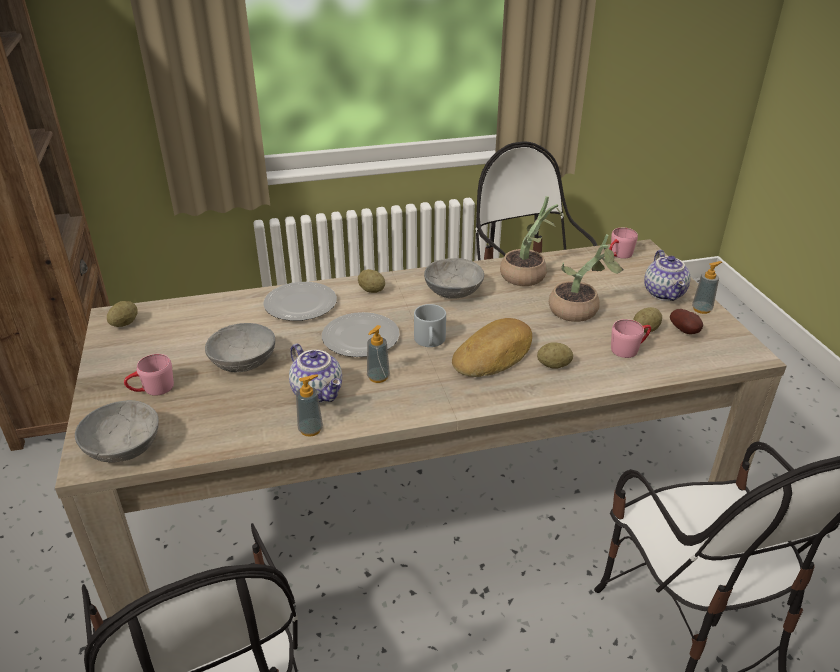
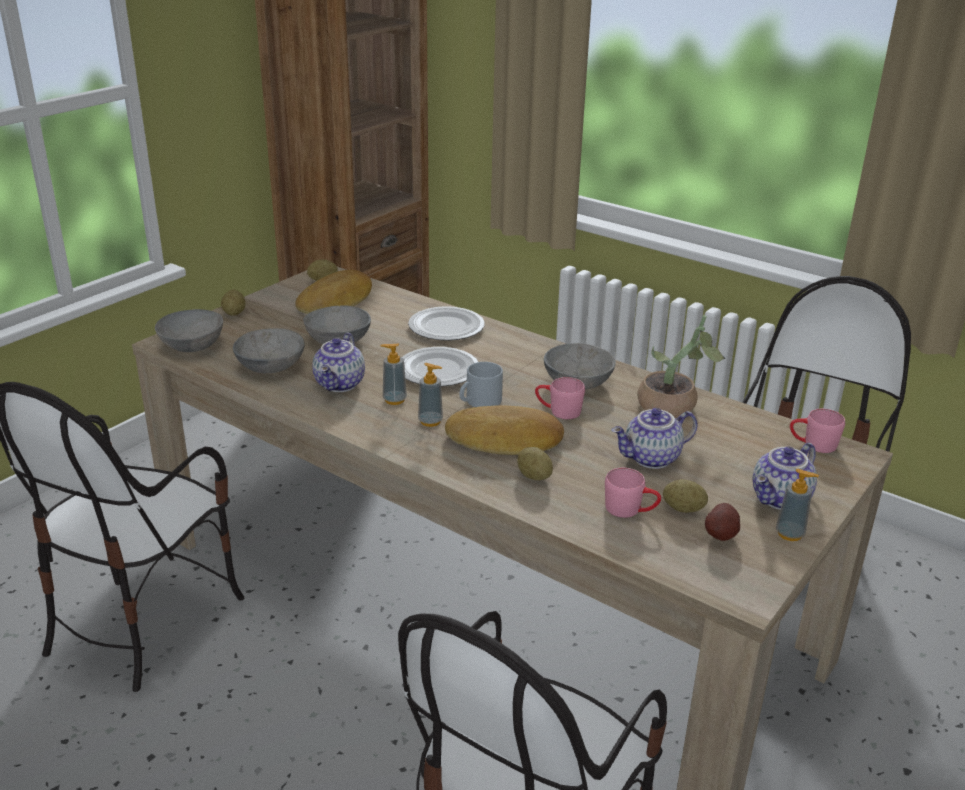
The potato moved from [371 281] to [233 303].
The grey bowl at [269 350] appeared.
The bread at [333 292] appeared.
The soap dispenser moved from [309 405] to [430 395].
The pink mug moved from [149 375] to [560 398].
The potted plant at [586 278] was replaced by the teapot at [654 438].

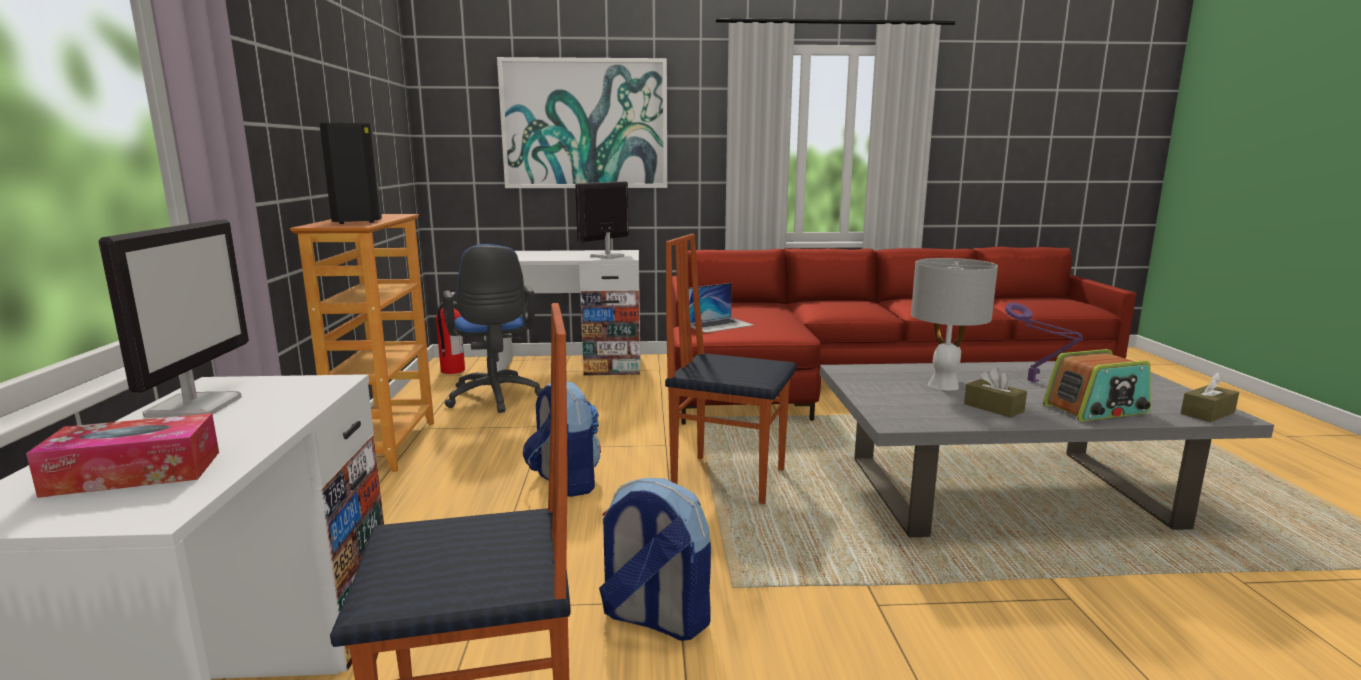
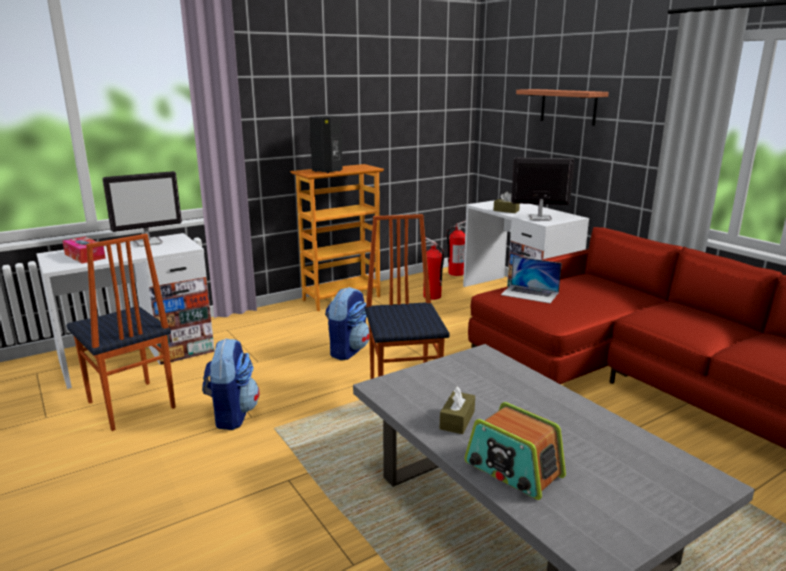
The blue office chair at [493 328] was replaced by the fire extinguisher at [433 269].
The brown tissue box moved from [1210 397] to [506 202].
The picture at [582 122] was replaced by the shelf at [562 107].
The grey table lamp at [954 324] disappeared.
The purple table lamp at [1044 342] disappeared.

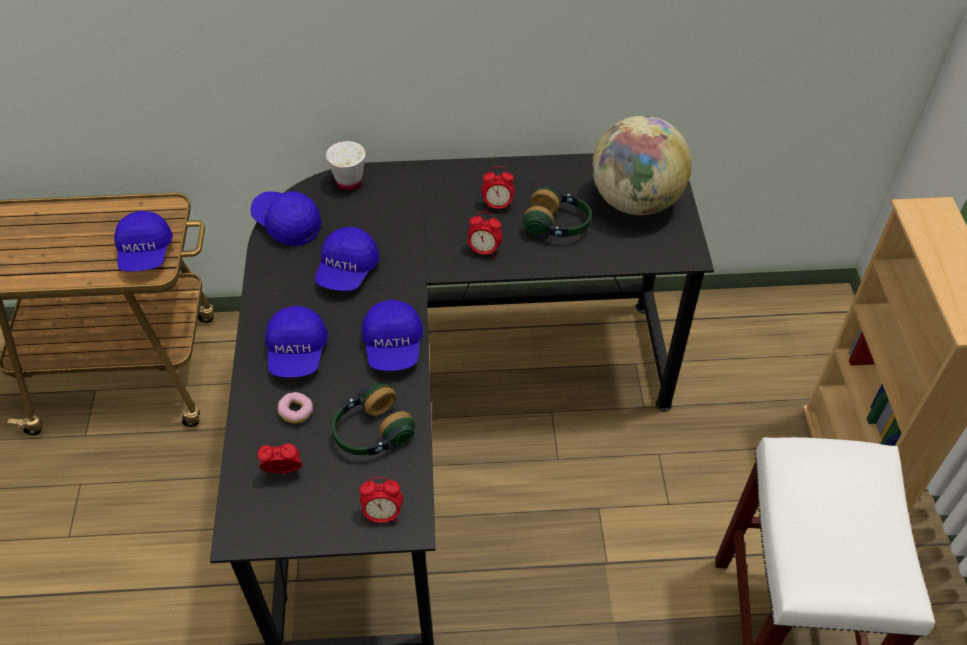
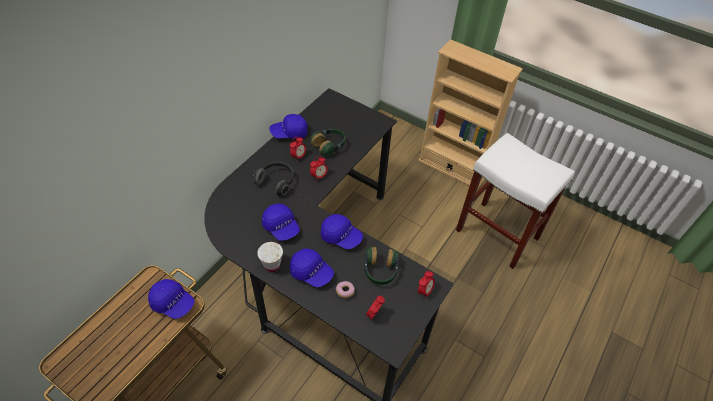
The headphones at [273 178] appeared.
The white cup moved from [346 165] to [270 257].
The blue cap moved from [285 218] to [288 126].
The globe at [642 165] disappeared.

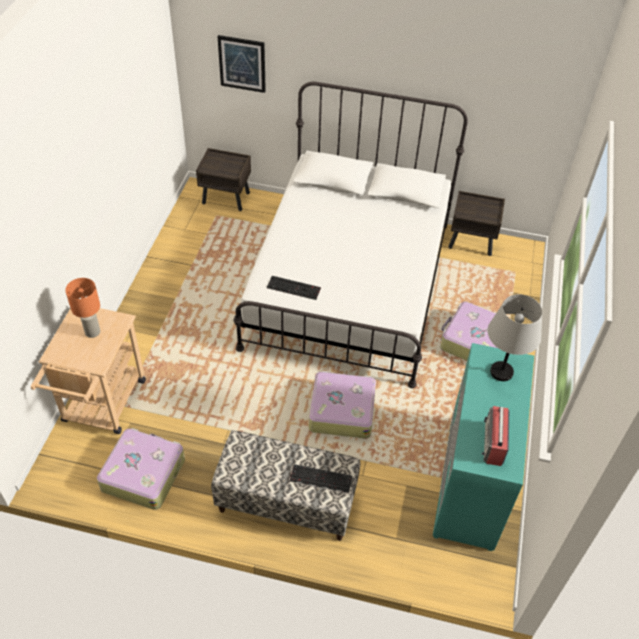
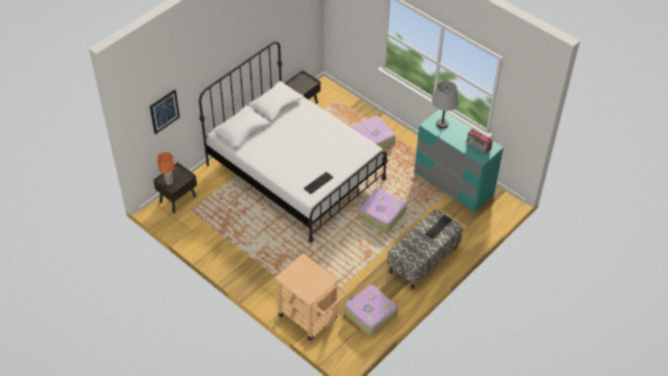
The orange table lamp moved from [82 308] to [165 168].

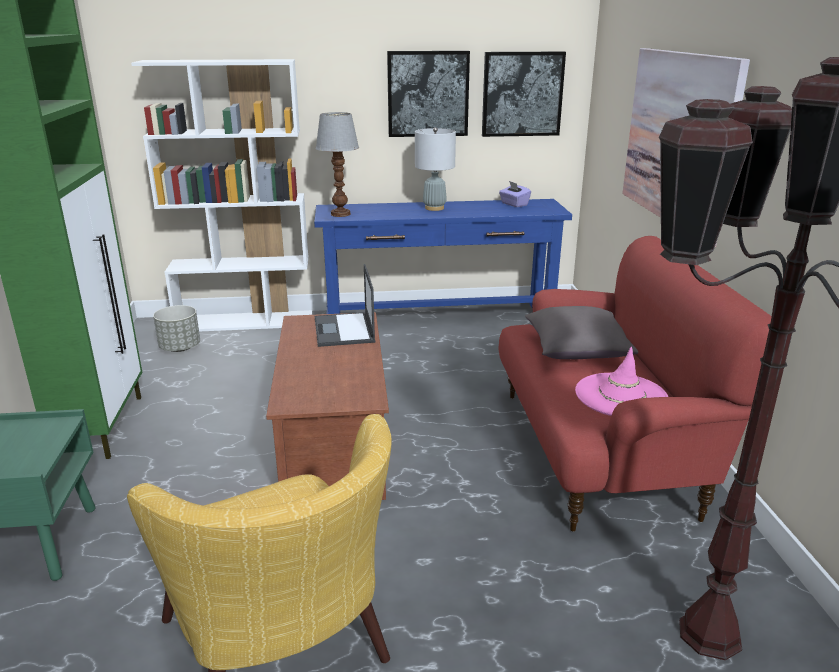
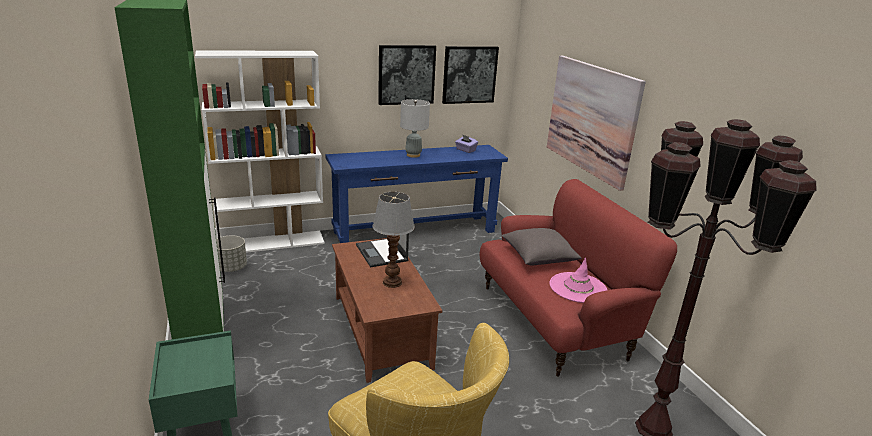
The table lamp moved from [337 164] to [393 240].

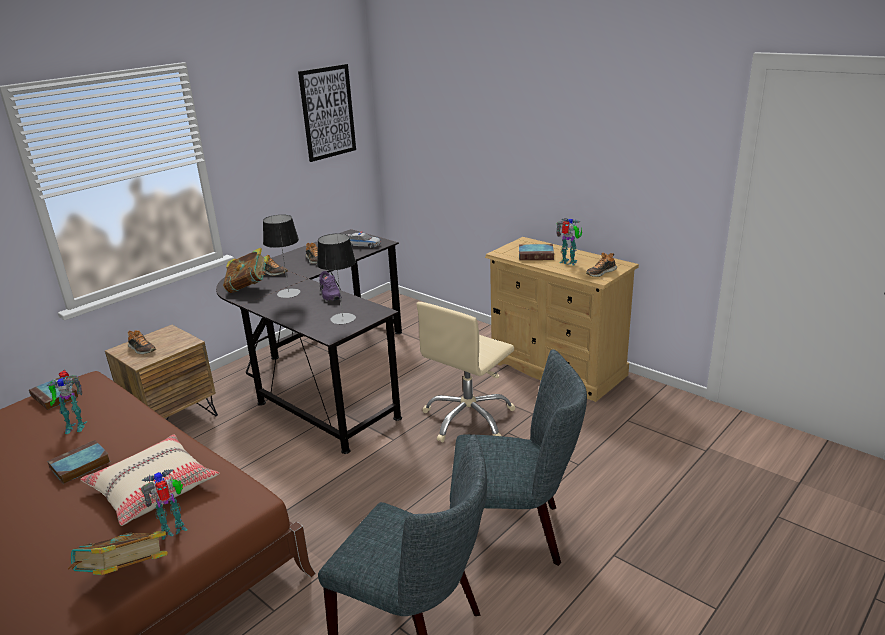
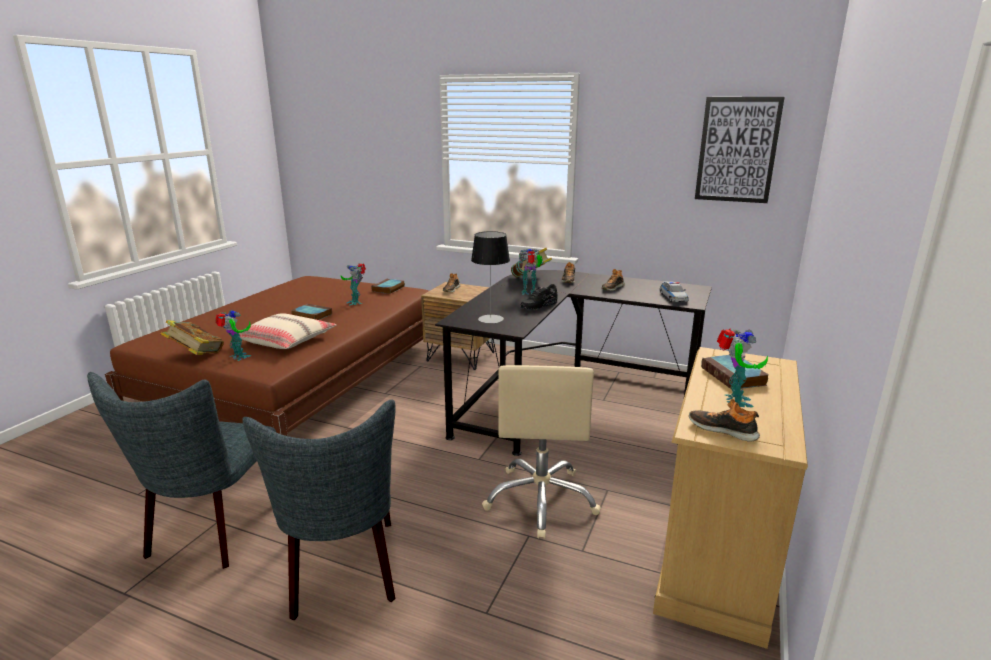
The beige office chair at [466 372] turned 105 degrees counterclockwise.
The table lamp at [282 256] was replaced by the toy robot at [531 272].
The purple shoe at [330 286] became the black shoe at [539 297].

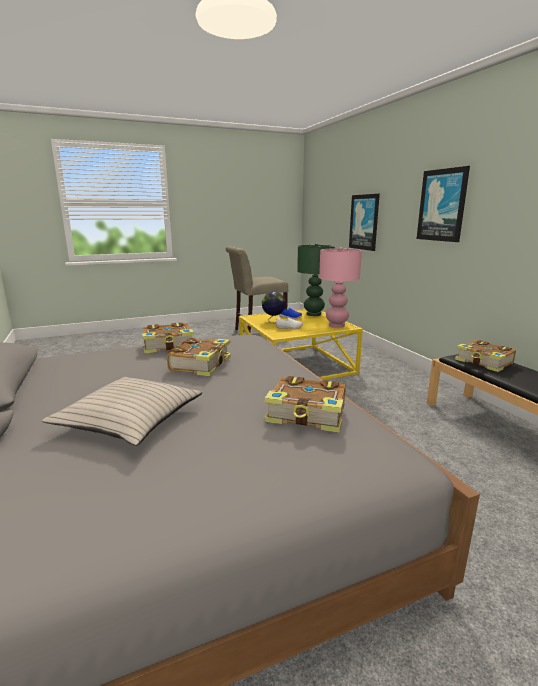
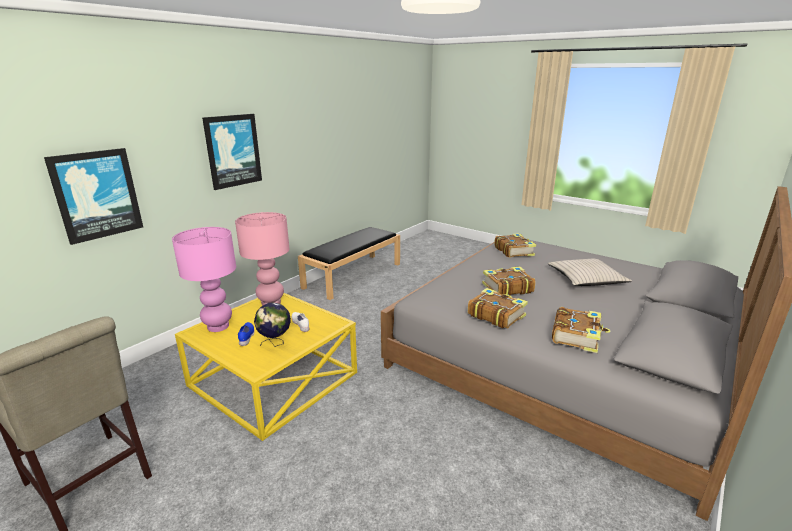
The green table lamp at [316 279] became the pink table lamp at [204 279].
The book moved from [485 356] to [581 330].

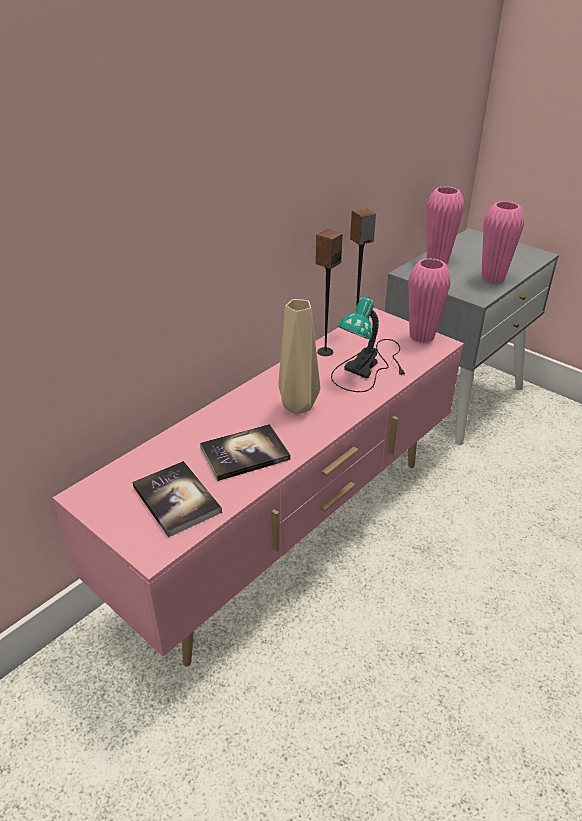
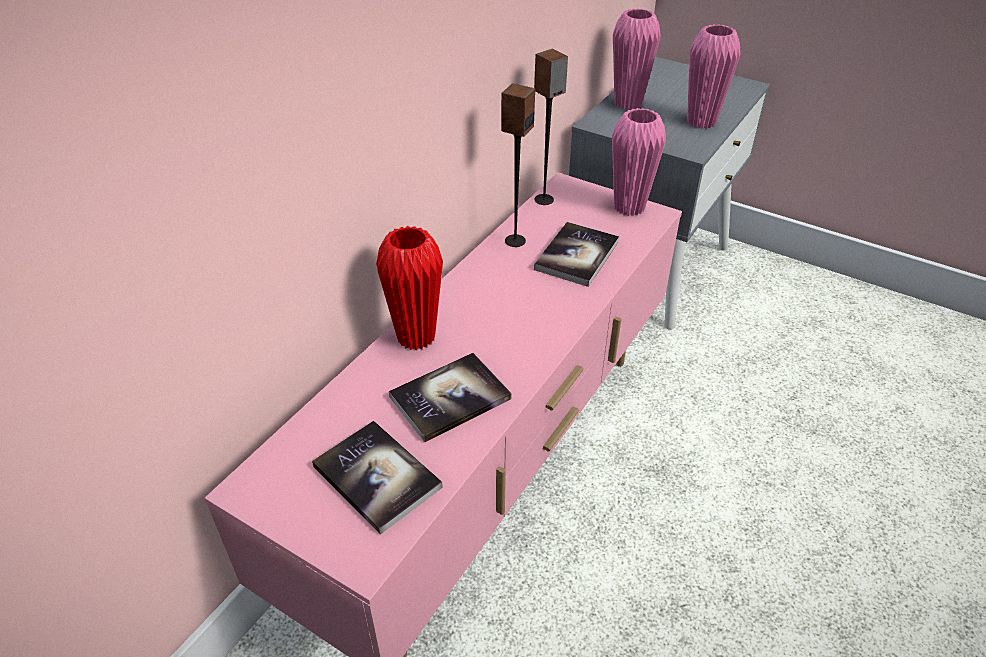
The red vase at [409 288] appeared.
The table lamp at [368 344] was replaced by the book at [576 254].
The beige vase at [299 356] disappeared.

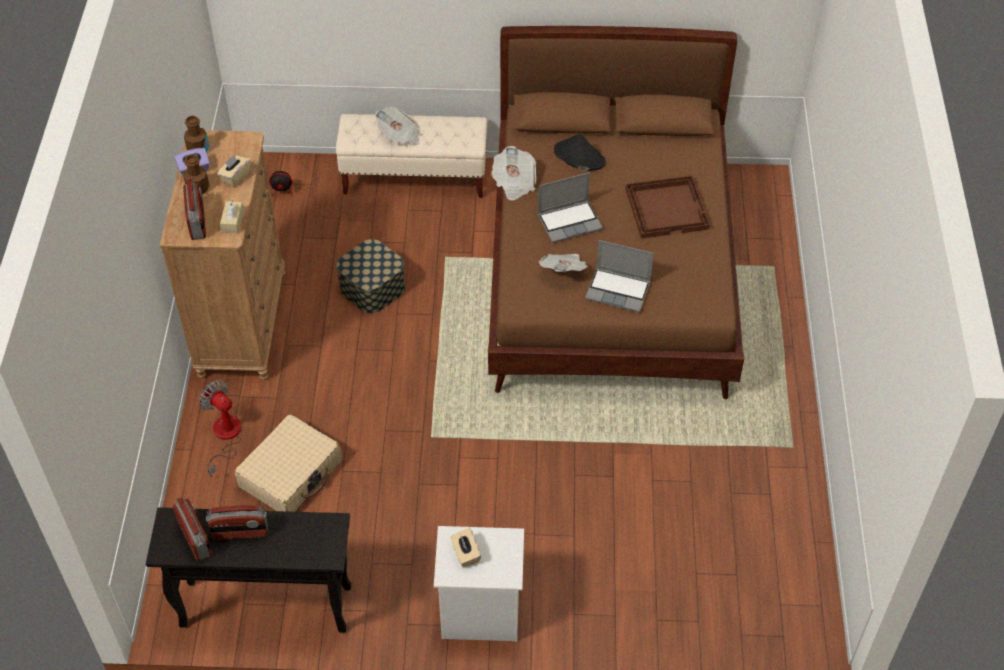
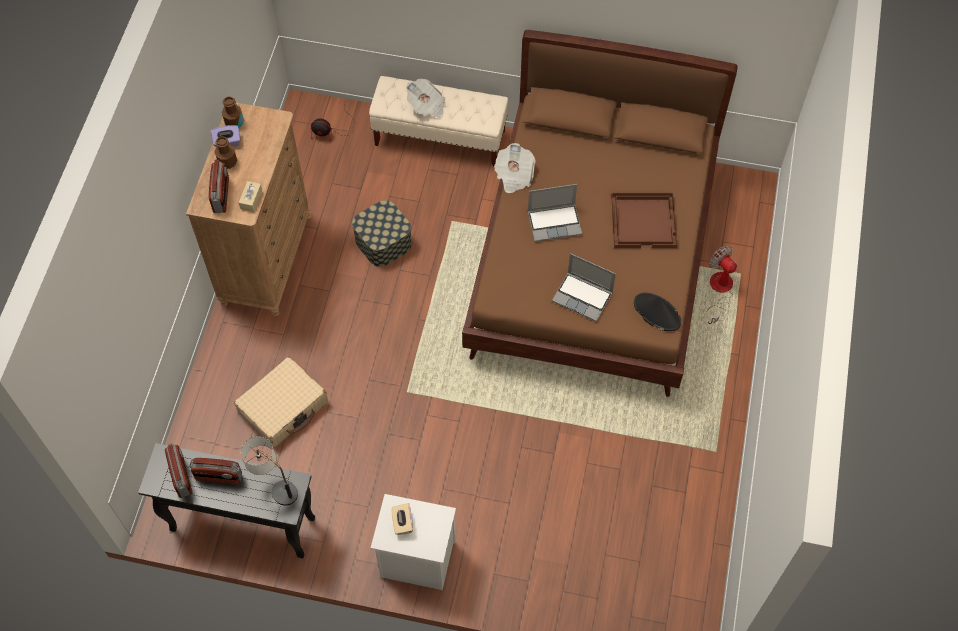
The table lamp at [269 471] appeared.
The black hat moved from [580 152] to [657 312].
The fan moved from [220 428] to [721 285].
The beige tissue box at [234 171] disappeared.
The newspaper at [563 263] disappeared.

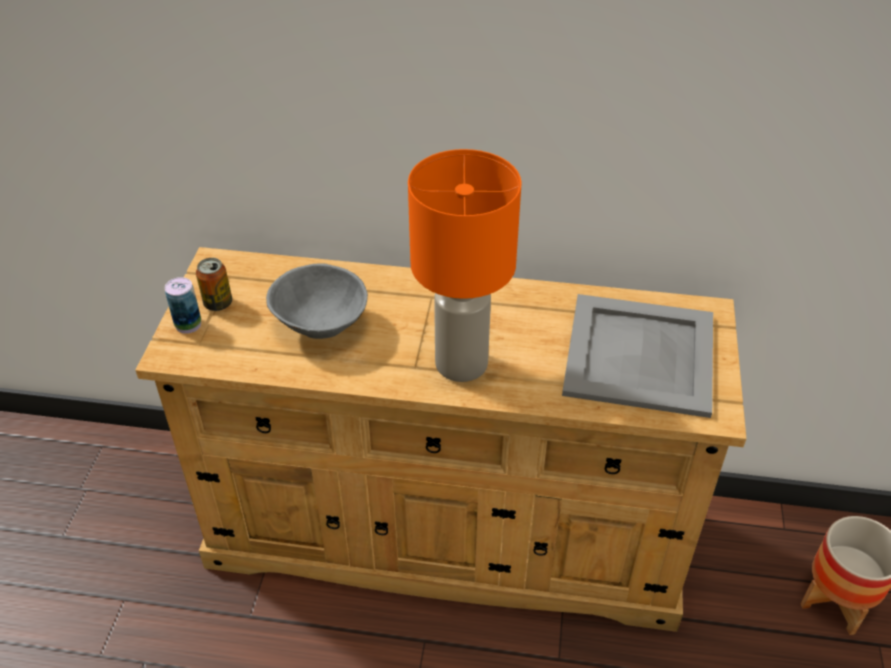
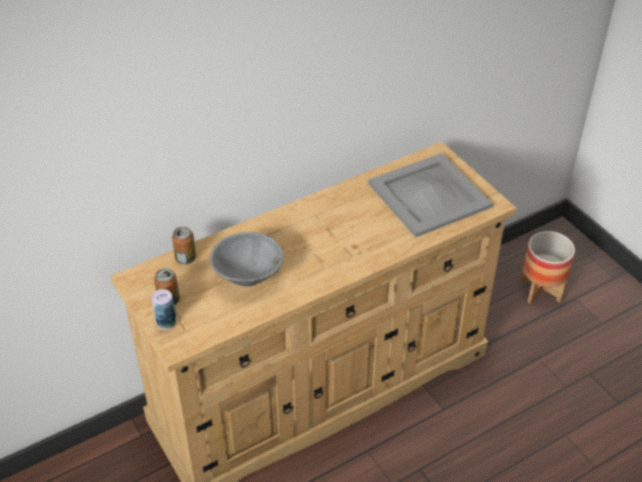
The can at [184 245] appeared.
The orange table lamp at [465 265] disappeared.

